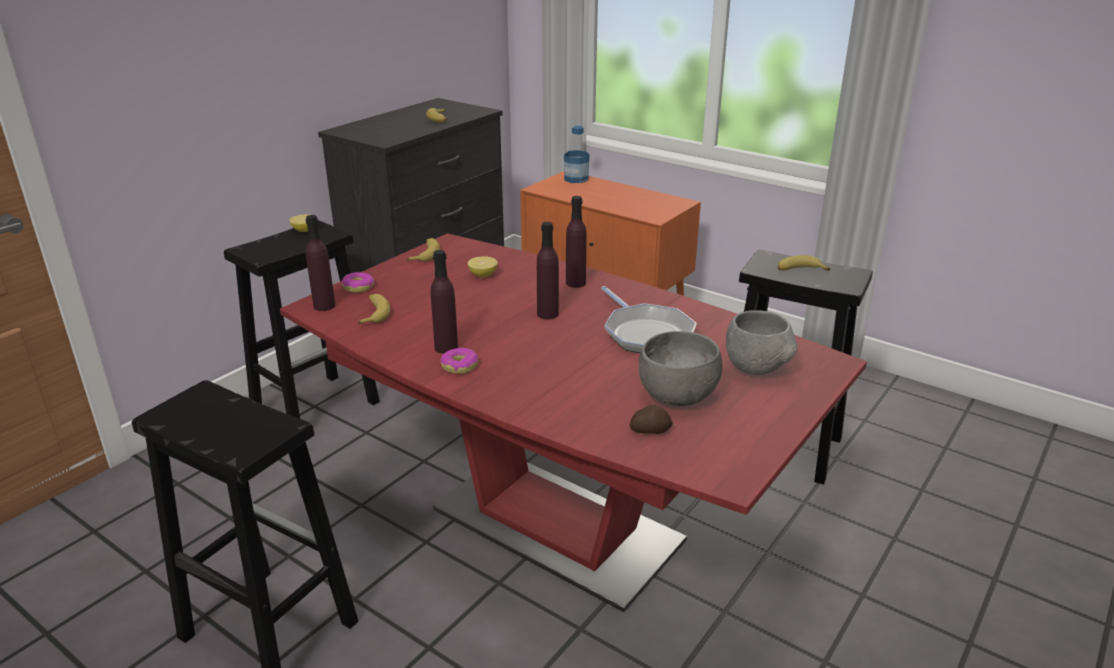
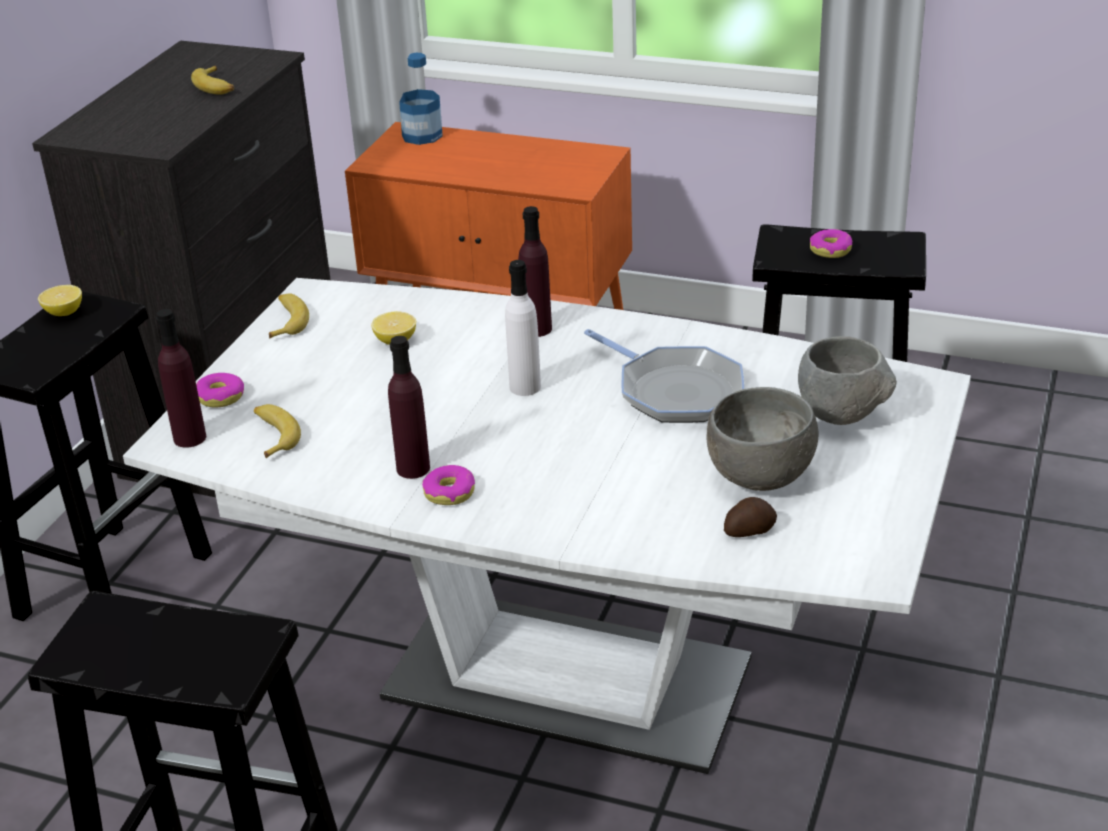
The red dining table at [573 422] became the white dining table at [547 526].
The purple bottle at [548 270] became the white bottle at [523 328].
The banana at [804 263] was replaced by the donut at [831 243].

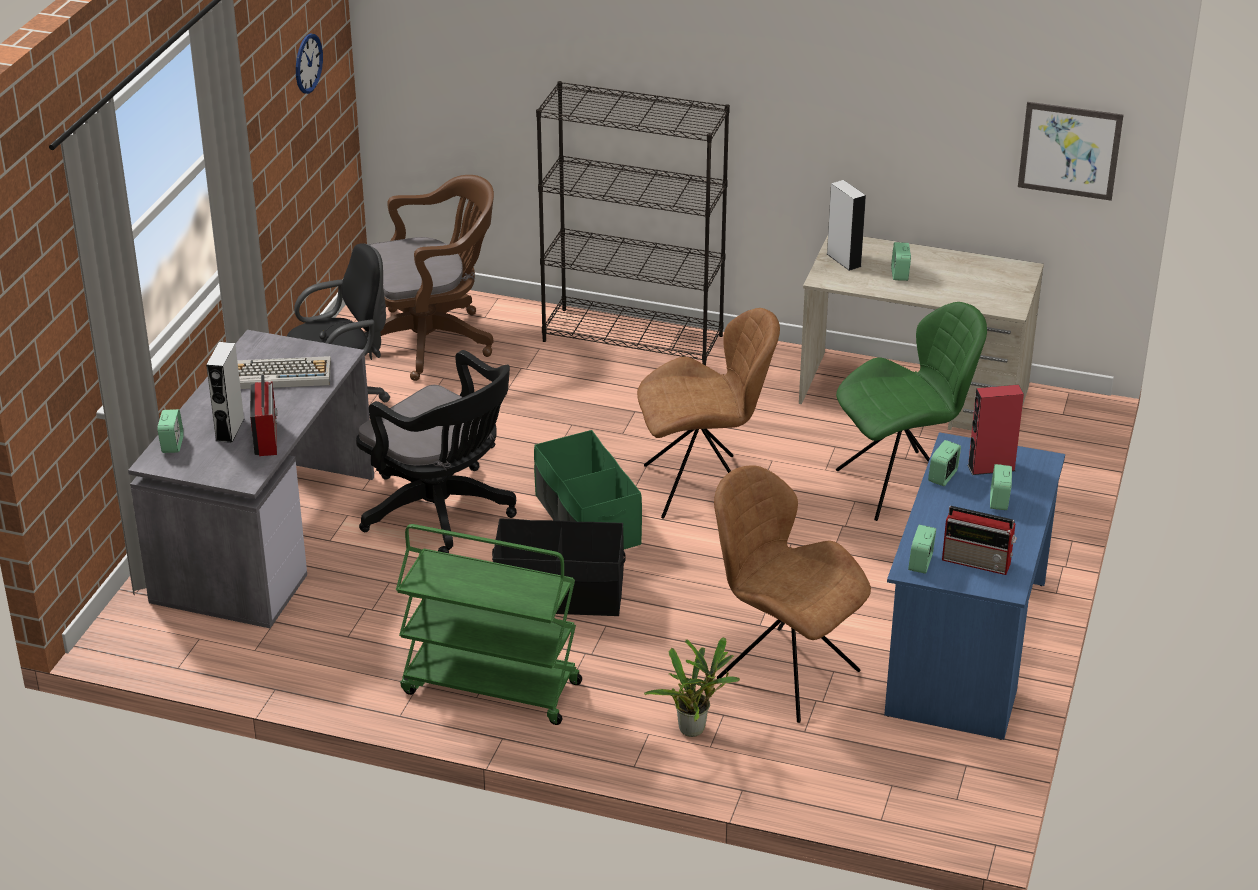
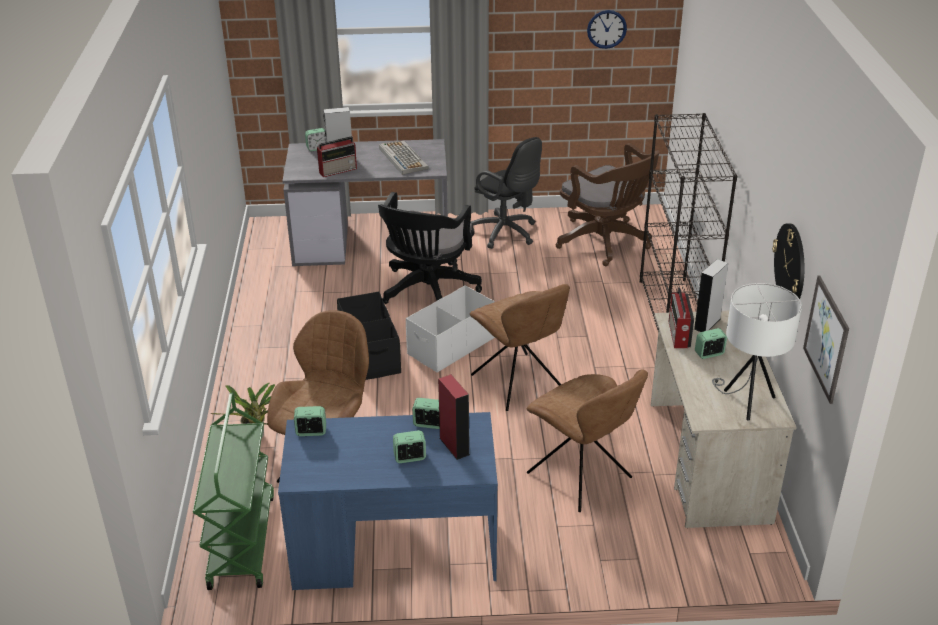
The green cart moved from [489 624] to [233 491].
The green storage box at [588 489] became the white storage box at [450 329].
The green chair at [911 411] became the brown chair at [587 440].
The radio moved from [979 540] to [681 317].
The white table lamp at [757 351] appeared.
The wall clock at [788 261] appeared.

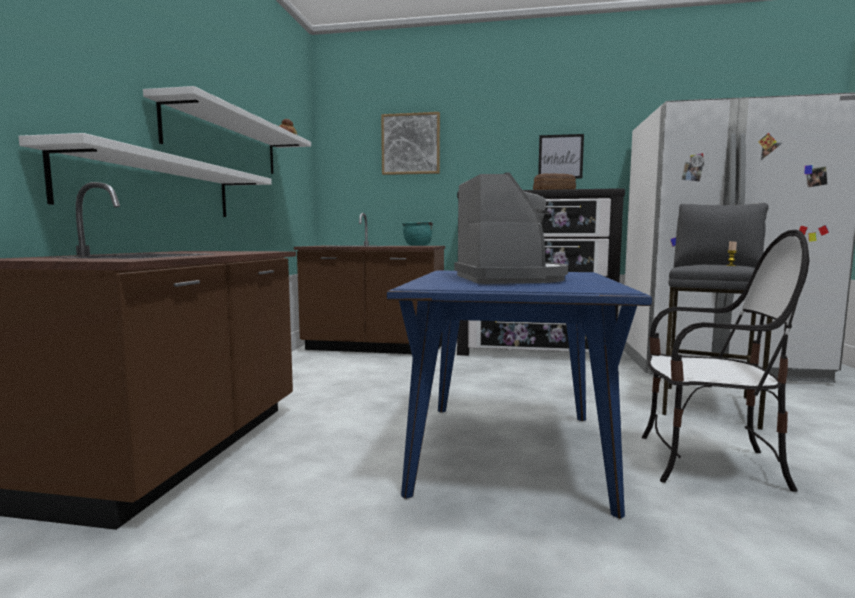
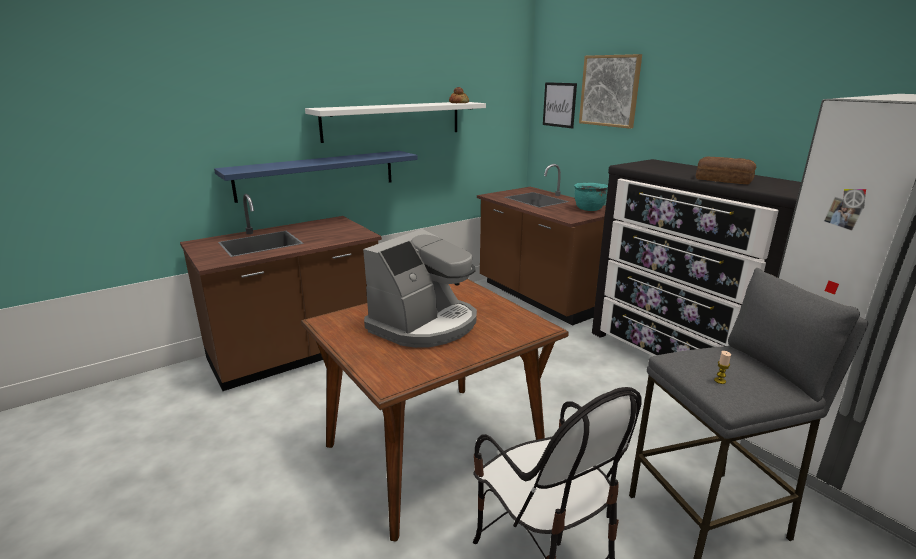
The white shelf at [145 175] became the blue shelf at [316 177].
The blue dining table at [519 394] became the brown dining table at [435 410].
The picture moved from [561 156] to [560 105].

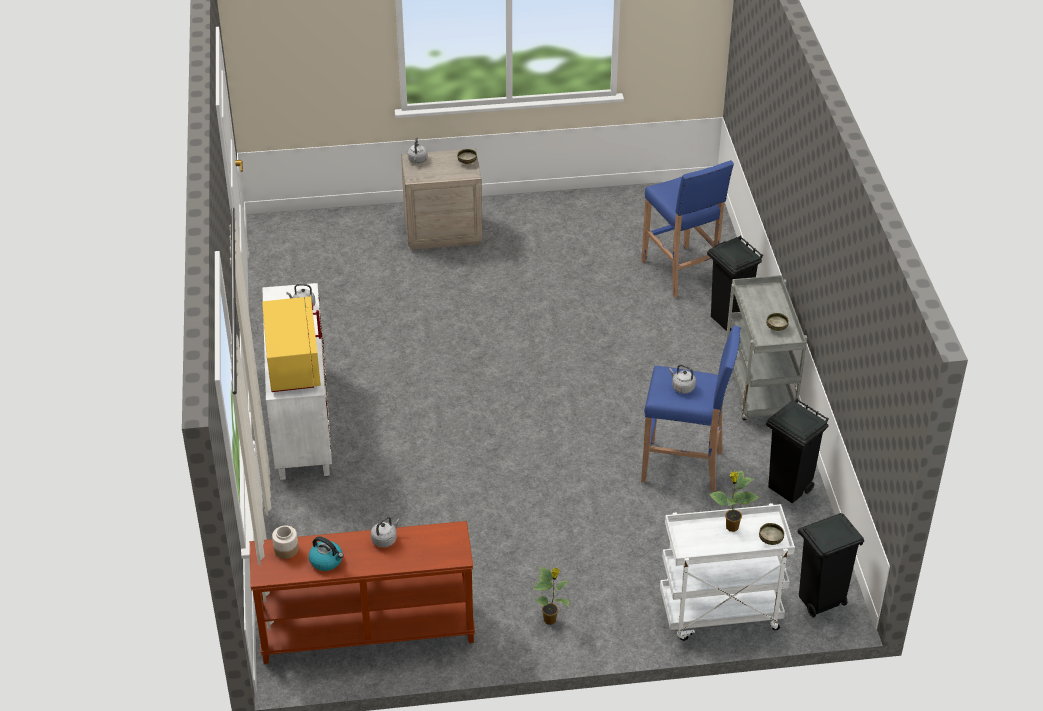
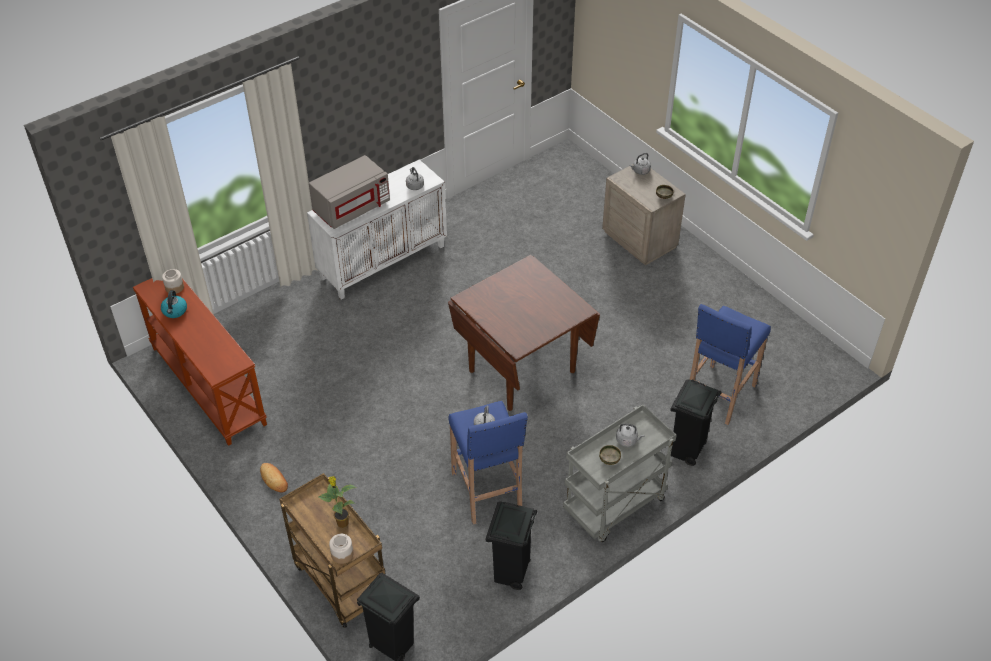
The potted plant at [551 596] was replaced by the bread at [274 478].
The white cart at [727 572] became the brown cart at [332 550].
The yellow microwave at [292 344] became the grey microwave at [349 192].
The bowl at [771 534] was replaced by the jar at [341 549].
The brown dining table at [524 333] appeared.
The grey kettle moved from [385 532] to [630 435].

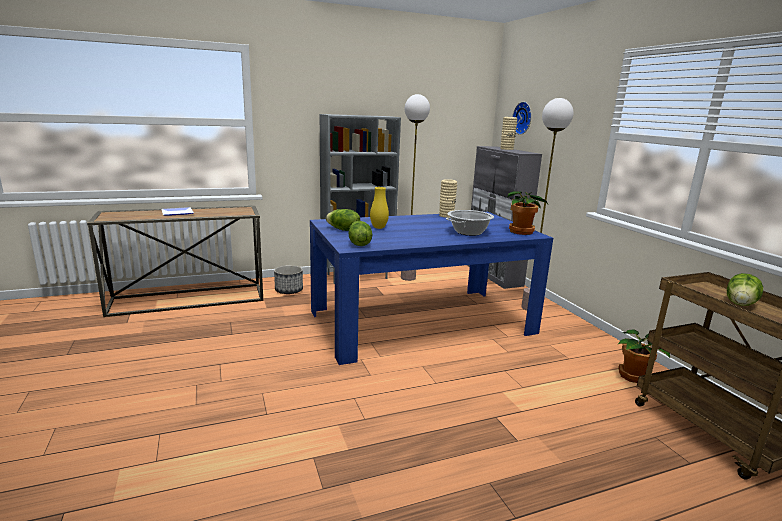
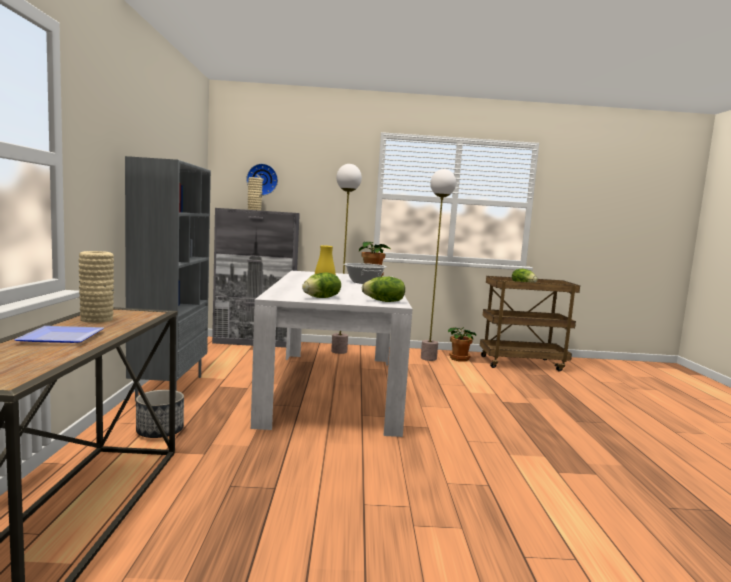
The beige vase moved from [448 198] to [96 287].
The blue dining table at [431 288] became the white dining table at [331 354].
The floor lamp moved from [415 187] to [438 265].

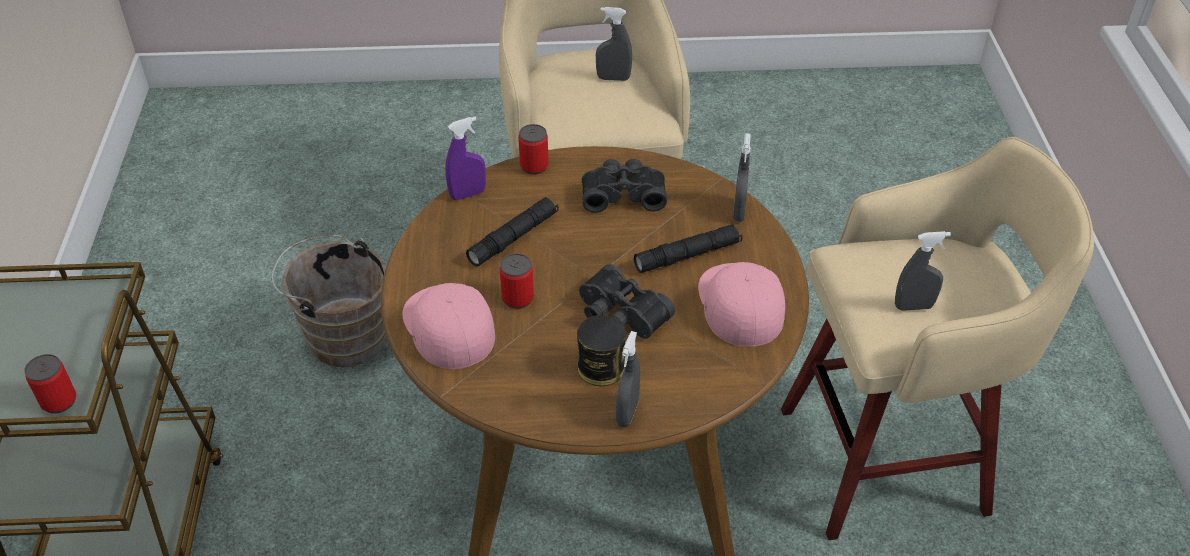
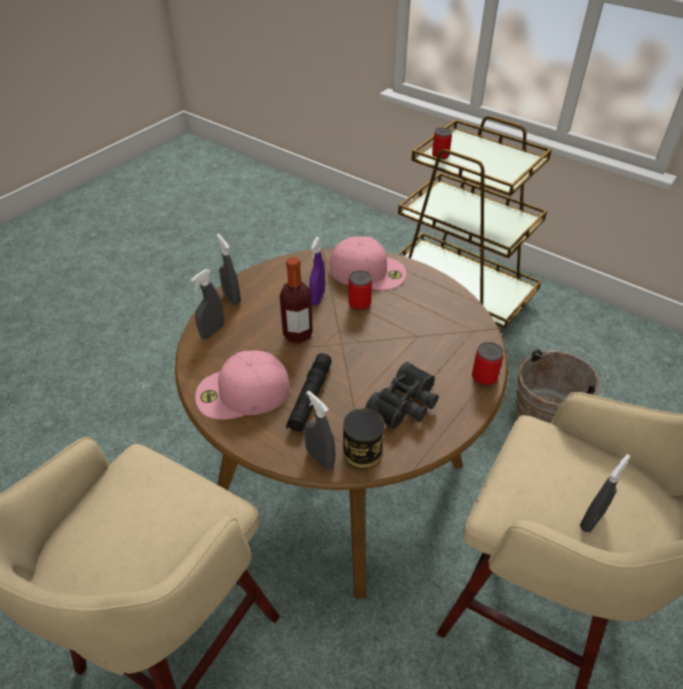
The grey spray bottle moved from [923 271] to [207 304].
The pink cap at [741 304] turned 135 degrees clockwise.
The black binoculars at [627 301] was replaced by the bottle at [296 300].
The purple spray bottle moved from [465 158] to [317 271].
The can moved from [601 350] to [364 438].
The black flashlight at [512 231] disappeared.

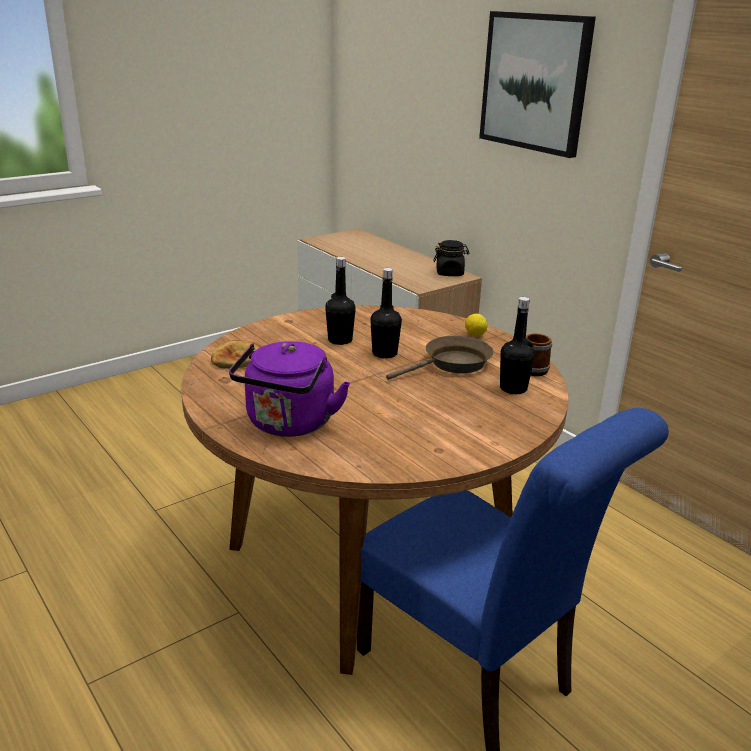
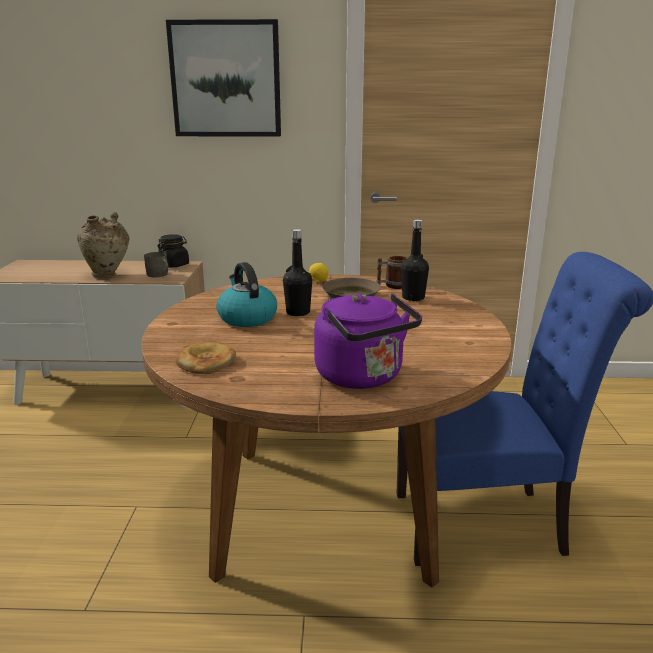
The beige vase at [103 245] appeared.
The grey mug at [156 264] appeared.
The black bottle at [340 301] was replaced by the kettle at [247 294].

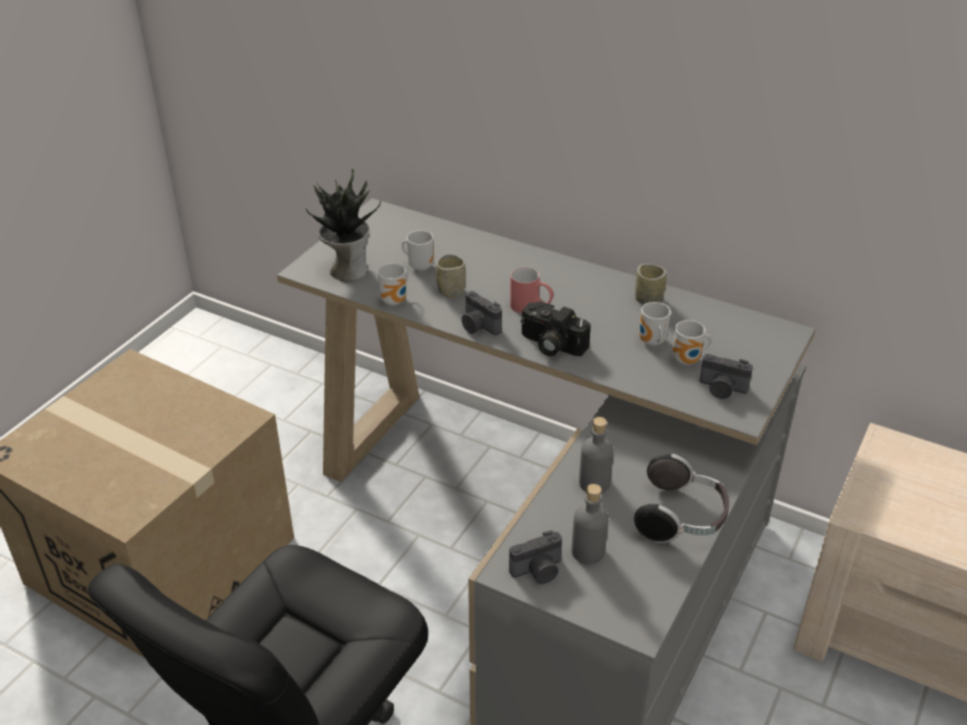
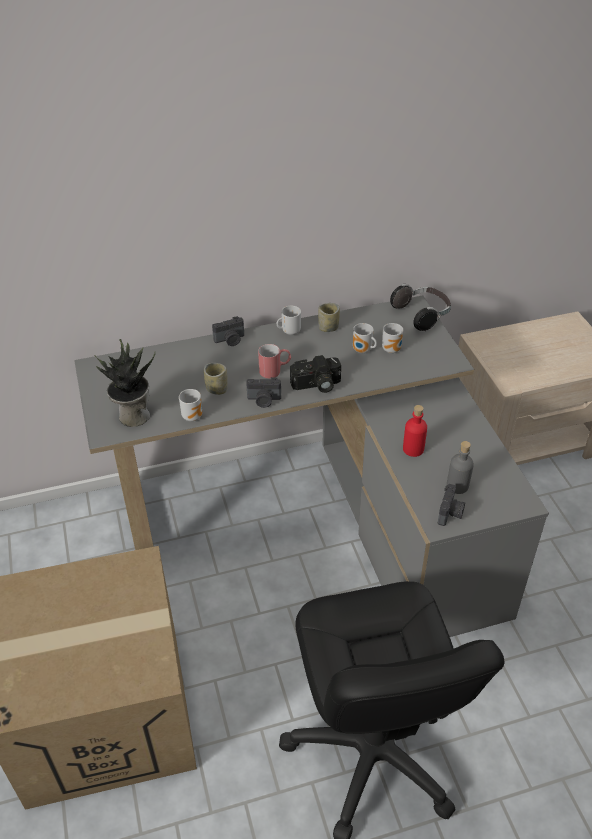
The photo camera moved from [726 376] to [228 331].
The mug moved from [418 250] to [289 320].
The headphones moved from [681 498] to [420 307].
The grey bottle at [596 455] became the red bottle at [415 431].

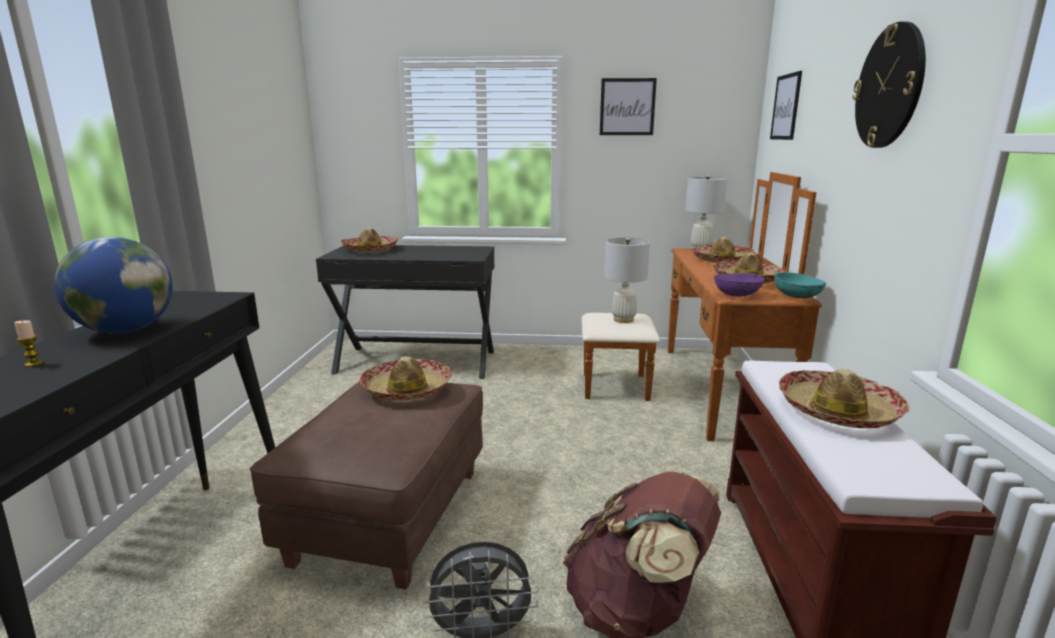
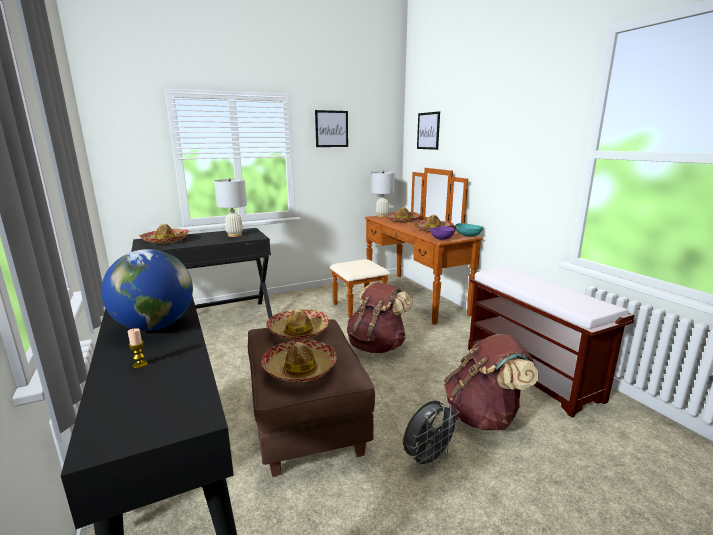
The white table lamp moved from [627 280] to [230 207].
The hat moved from [844 398] to [299 360].
The brown backpack at [380 317] appeared.
The wall clock at [889 84] disappeared.

